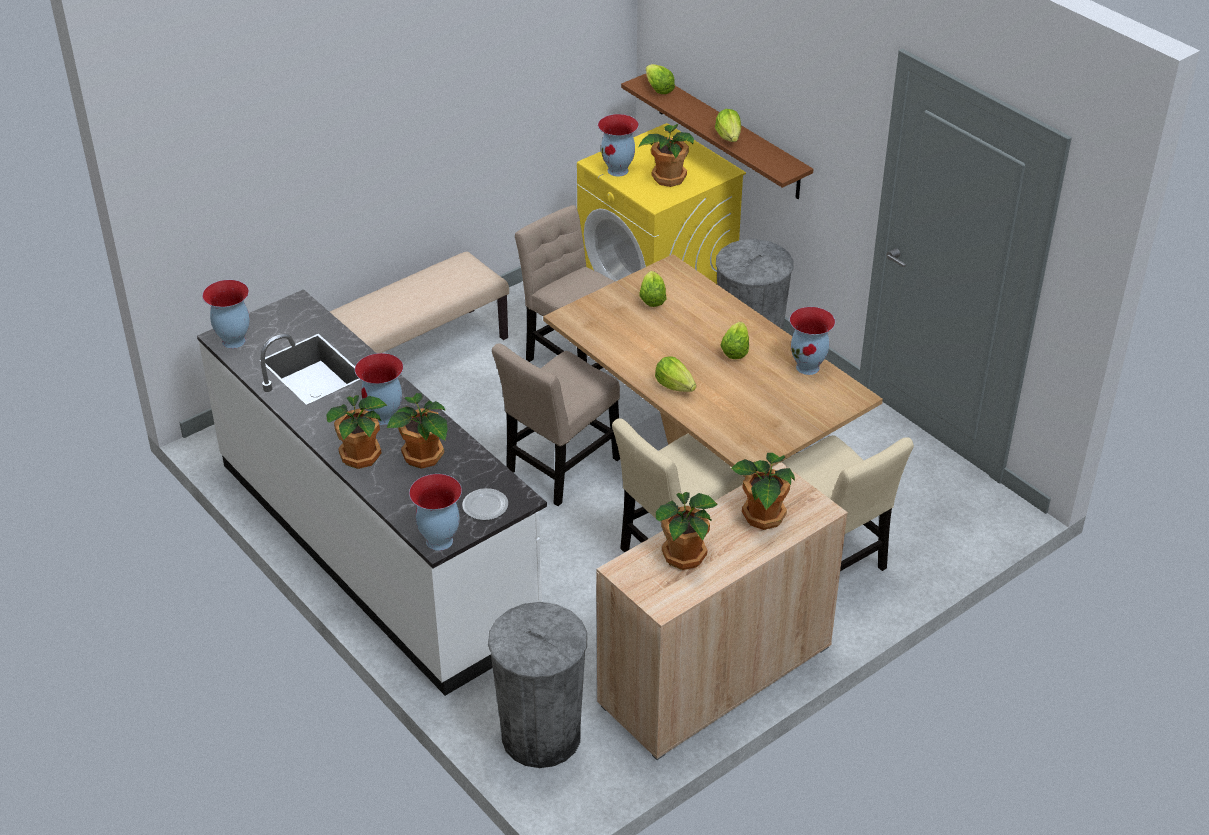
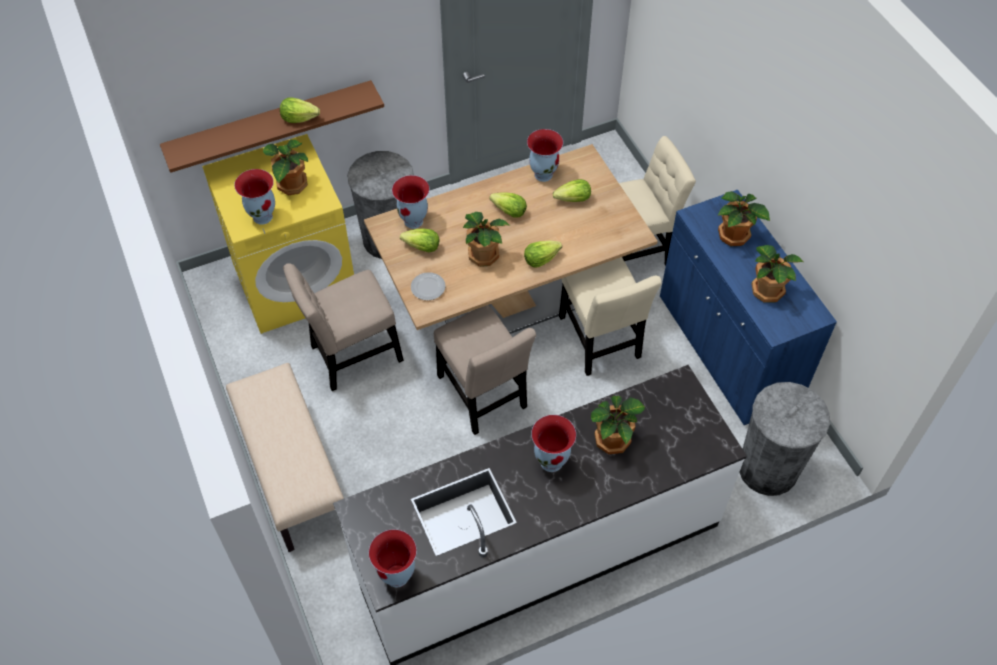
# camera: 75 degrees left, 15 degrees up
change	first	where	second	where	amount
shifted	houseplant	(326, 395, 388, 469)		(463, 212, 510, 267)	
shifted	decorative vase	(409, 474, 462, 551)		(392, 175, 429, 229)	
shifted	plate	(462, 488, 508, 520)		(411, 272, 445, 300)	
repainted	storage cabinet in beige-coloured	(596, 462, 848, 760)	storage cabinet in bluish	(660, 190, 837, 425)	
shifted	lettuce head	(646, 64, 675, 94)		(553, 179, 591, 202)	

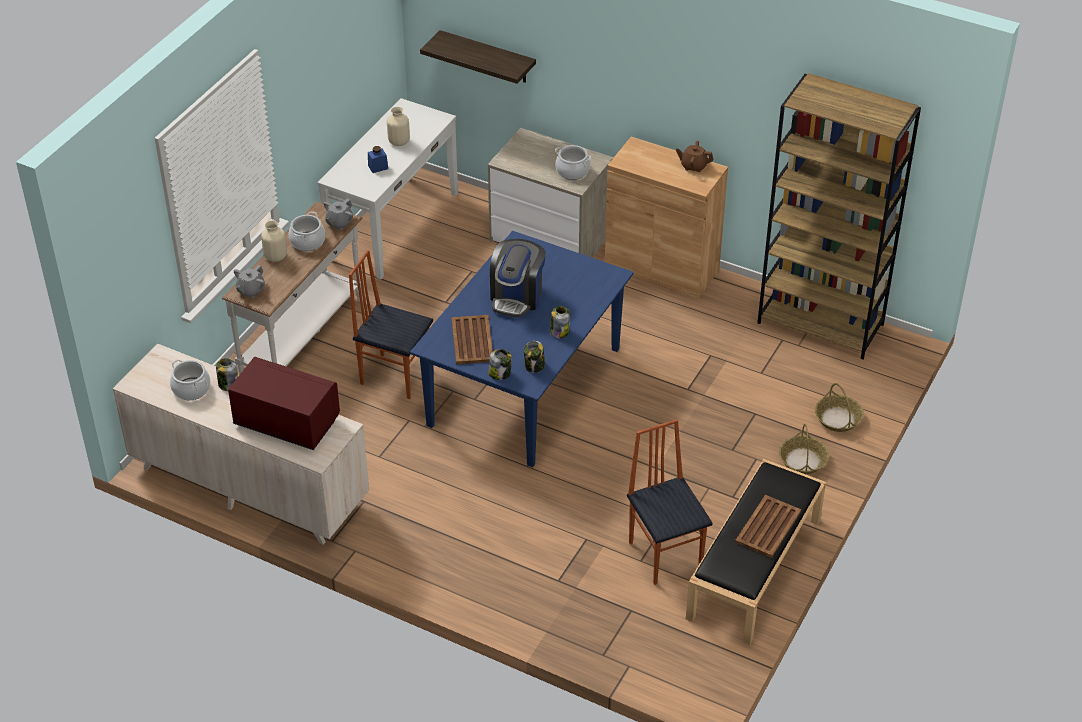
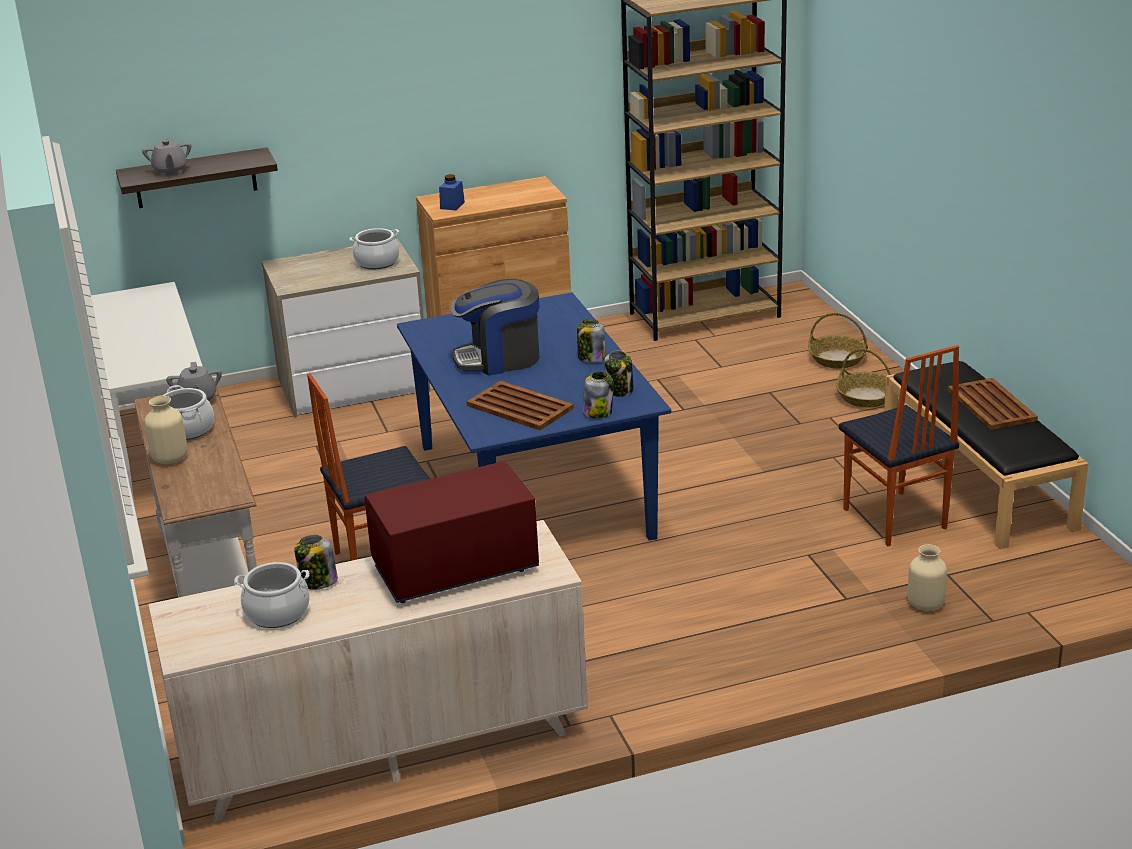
# camera: 45 degrees left, 15 degrees down
change	first	where	second	where	amount
shifted	pot for tea in grey	(234, 265, 265, 298)		(142, 138, 191, 176)	
shifted	preserve jar in bluish	(368, 146, 388, 173)		(439, 174, 465, 210)	
shifted	decorative vase in beige-coloured	(387, 107, 410, 146)		(908, 544, 947, 611)	
rotated	coffee machine	(490, 239, 546, 317)		(450, 279, 539, 376)	105 degrees clockwise
rotated	upright chair	(627, 419, 713, 585)		(839, 345, 959, 546)	135 degrees counterclockwise
gone	pot for tea in brown-coloured	(676, 141, 713, 172)			

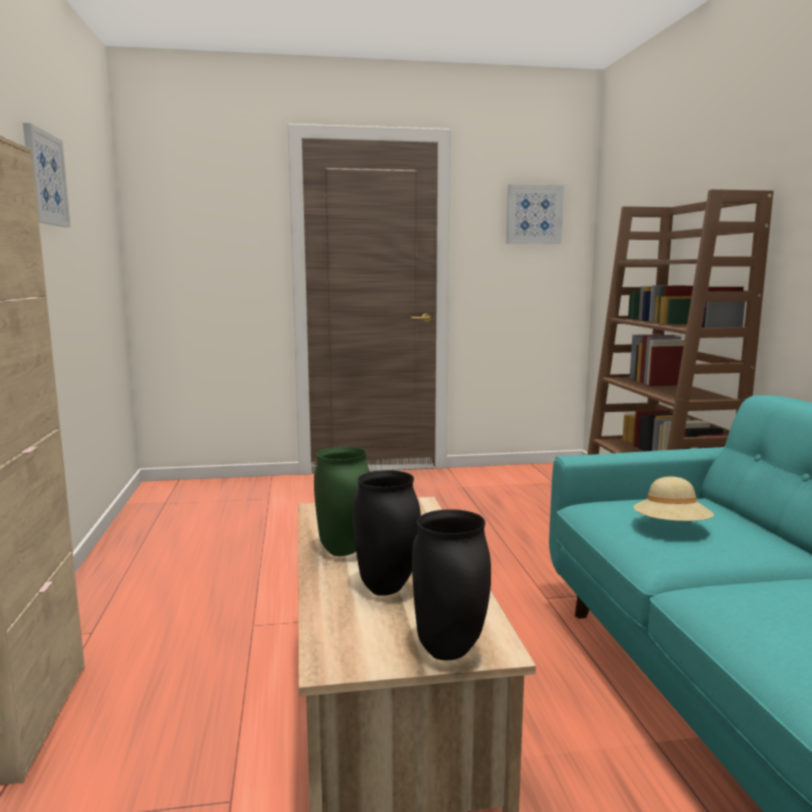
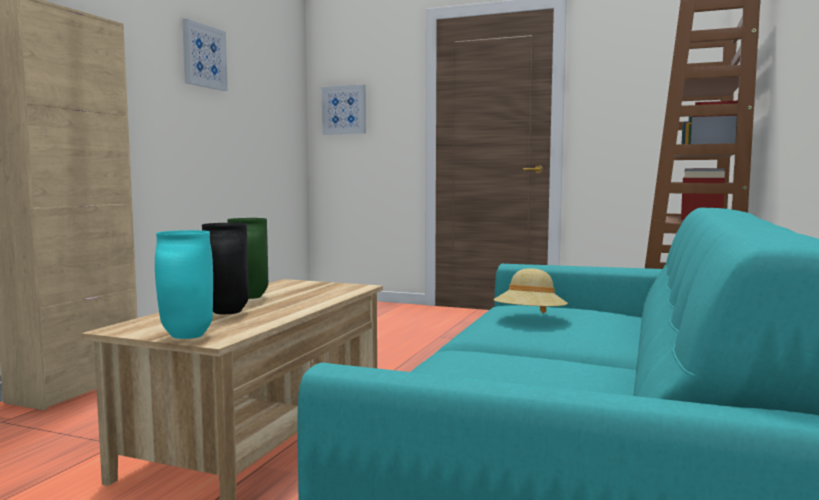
# camera: 30 degrees right, 5 degrees down
change	first	where	second	where	amount
repainted	decorative vase in black	(412, 509, 491, 660)	decorative vase in turquoise-coloured	(155, 230, 213, 339)	
shifted	picture	(506, 184, 564, 244)		(322, 85, 366, 135)	

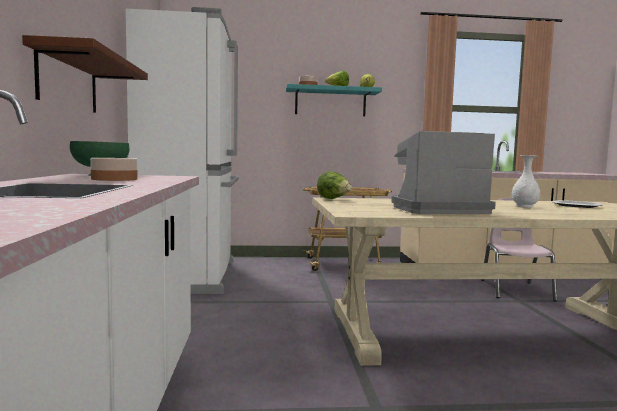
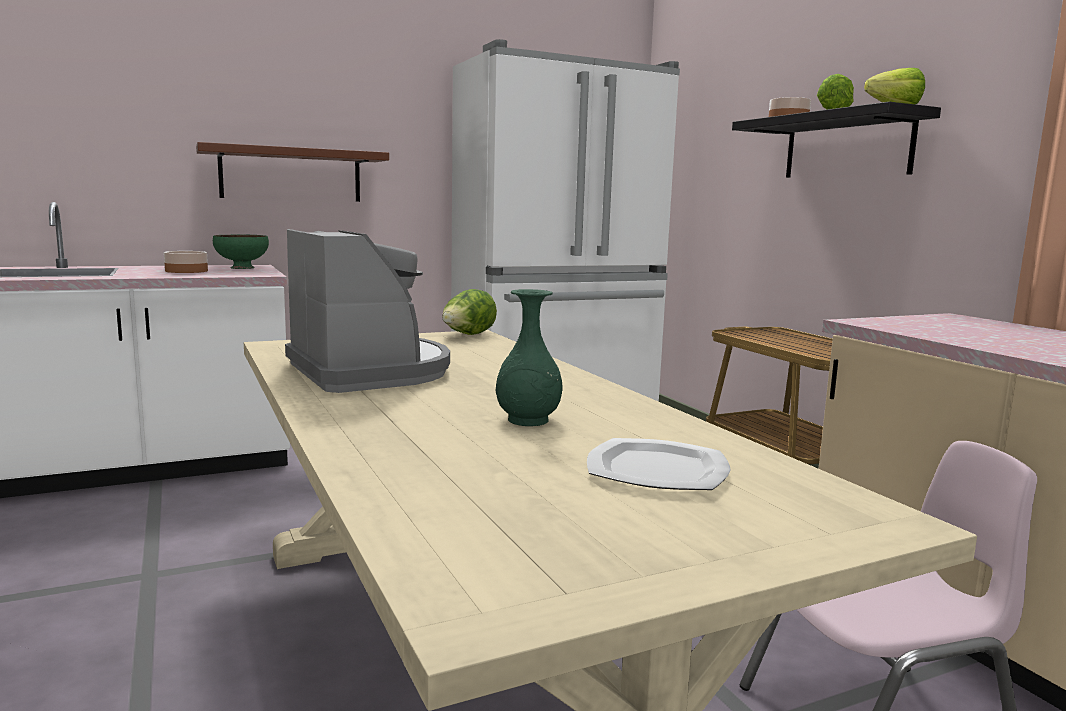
# camera: 70 degrees right, 5 degrees up
change	first	where	second	where	amount
repainted	bracket shelf in turquoise-coloured	(286, 84, 382, 116)	bracket shelf in black	(732, 102, 941, 178)	
repainted	decorative vase in white-coloured	(512, 155, 540, 208)	decorative vase in green-coloured	(496, 289, 563, 426)	

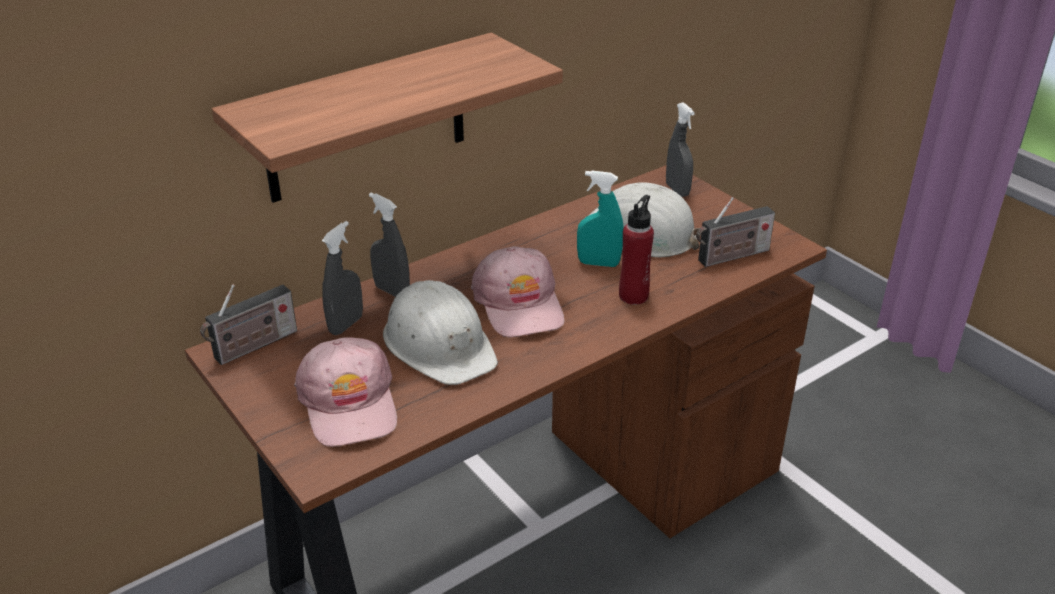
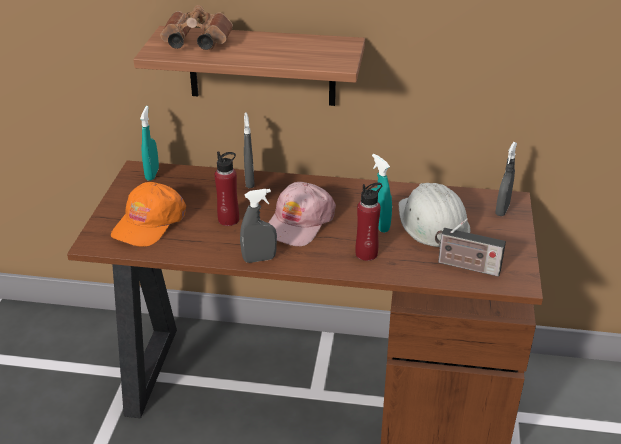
# camera: 45 degrees right, 0 degrees up
change	first	where	second	where	amount
swapped	radio	(200, 284, 297, 365)	hand sprayer in turquoise-coloured	(140, 106, 159, 181)	
repainted	peaked cap in pink-coloured	(294, 337, 397, 447)	peaked cap in orange-coloured	(111, 182, 186, 247)	
shifted	hand sprayer in grey	(322, 221, 363, 335)		(240, 189, 277, 263)	
swapped	hard hat in white-coloured	(383, 280, 498, 385)	drink bottle in red-coloured	(215, 151, 239, 226)	
new			field glasses in brown-coloured	(161, 5, 233, 50)	

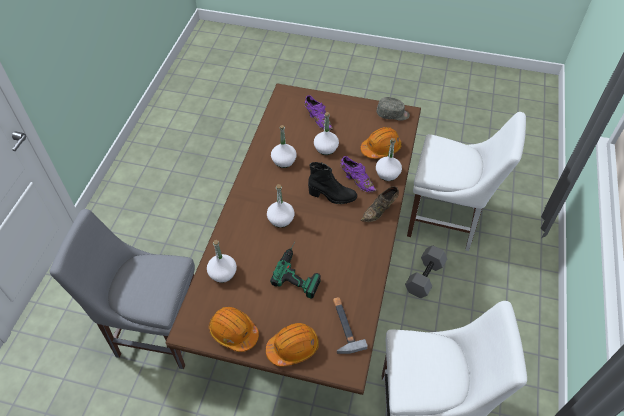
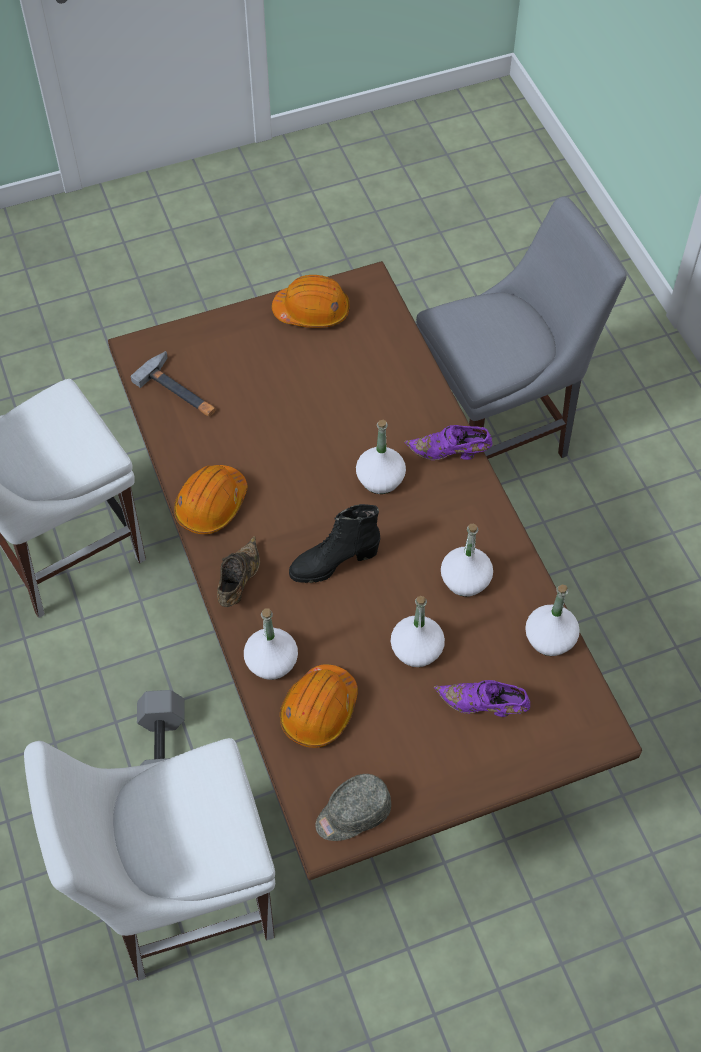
# camera: 145 degrees right, 5 degrees up
change	first	where	second	where	amount
shifted	drink bottle in white-coloured	(207, 240, 237, 283)		(525, 585, 580, 656)	
shifted	hard hat in orange-coloured	(266, 323, 319, 367)		(174, 465, 248, 534)	
gone	electric drill	(270, 242, 321, 299)			
shifted	item of footwear in purple	(340, 156, 377, 192)		(404, 425, 493, 460)	

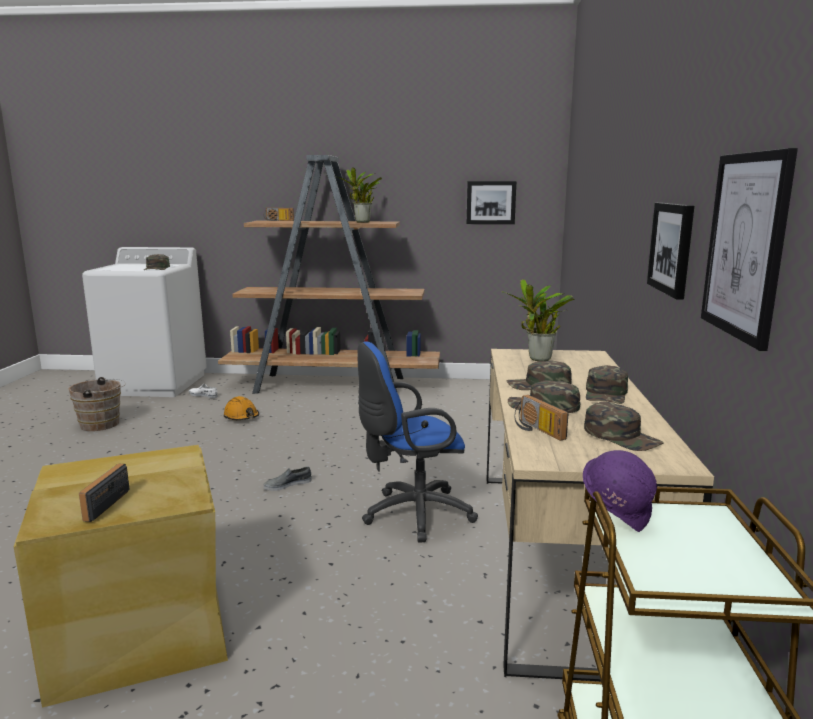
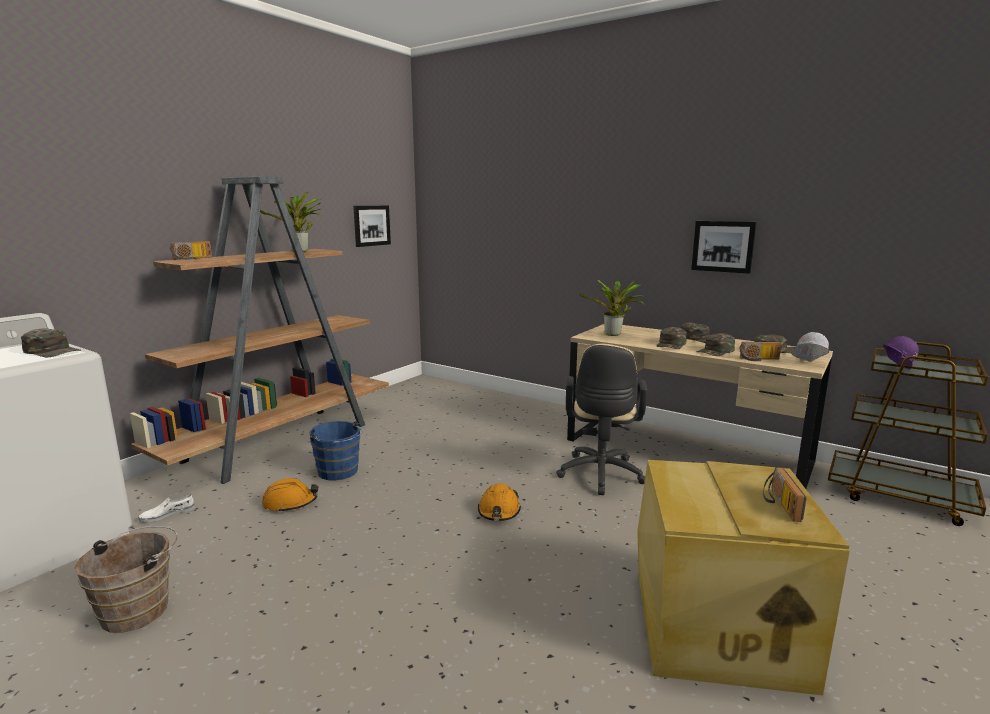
# camera: 60 degrees left, 0 degrees up
change	first	where	second	where	amount
rotated	radio	(79, 464, 130, 522)		(763, 467, 807, 522)	60 degrees clockwise
swapped	item of footwear in grey	(264, 466, 312, 491)	hard hat in orange-coloured	(478, 484, 521, 521)	
repainted	desk chair in bluish	(357, 341, 478, 542)	desk chair in beige-coloured	(556, 344, 647, 495)	
gone	picture	(701, 148, 798, 351)			
new			bucket in bluish	(309, 421, 363, 480)	
new			hard hat in white-coloured	(791, 332, 829, 361)	

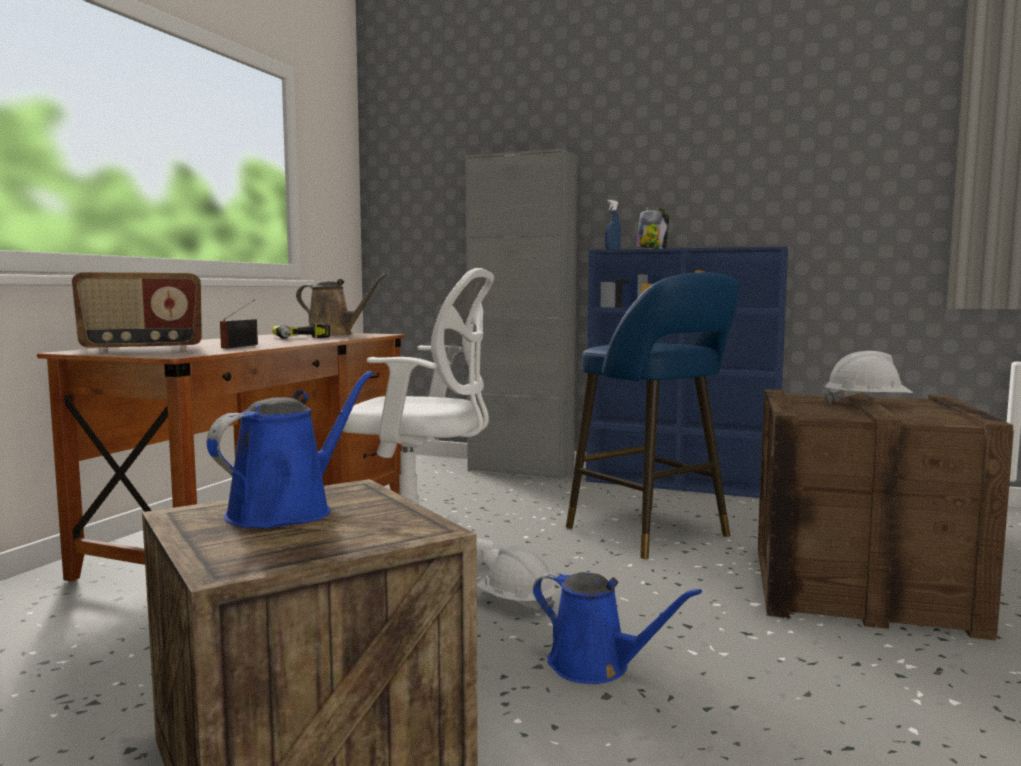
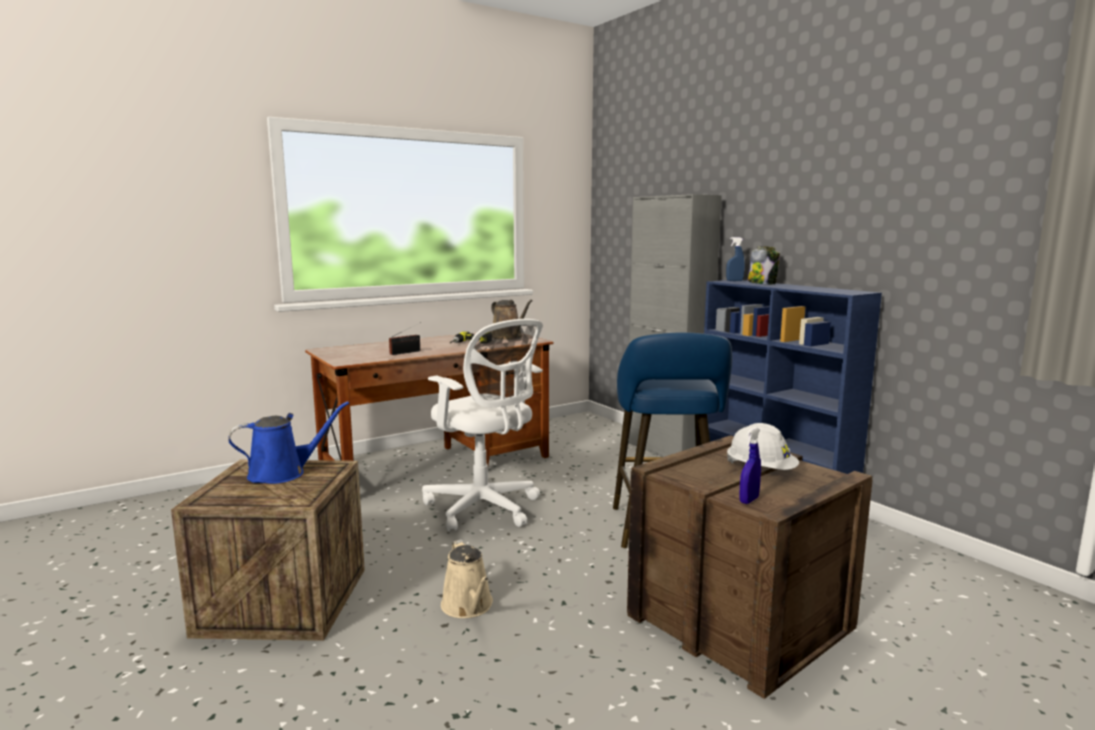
# camera: 35 degrees right, 5 degrees up
change	first	where	second	where	amount
gone	radio	(72, 272, 202, 353)			
gone	hard hat in white-coloured	(477, 546, 556, 610)			
repainted	watering can in bluish	(533, 571, 702, 684)	watering can in beige-coloured	(441, 539, 493, 618)	
new			hand sprayer in bluish	(739, 427, 761, 504)	

